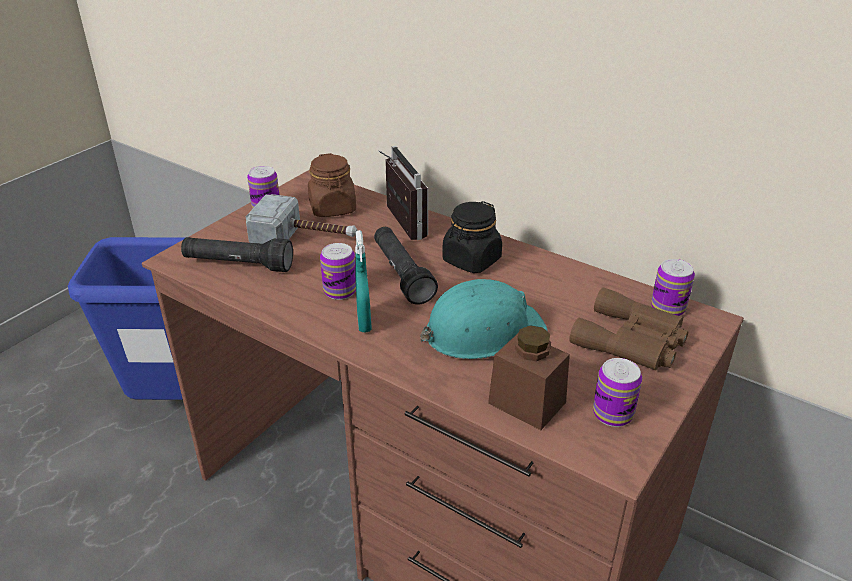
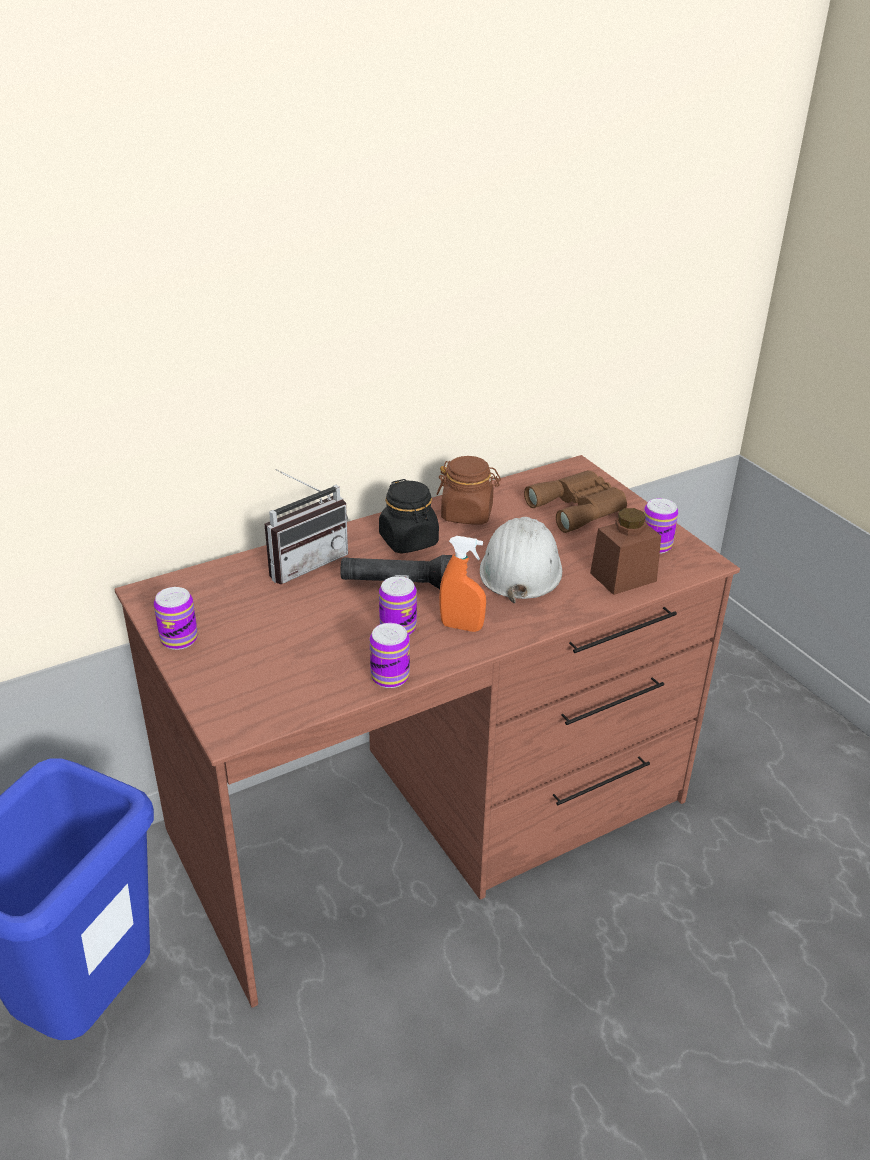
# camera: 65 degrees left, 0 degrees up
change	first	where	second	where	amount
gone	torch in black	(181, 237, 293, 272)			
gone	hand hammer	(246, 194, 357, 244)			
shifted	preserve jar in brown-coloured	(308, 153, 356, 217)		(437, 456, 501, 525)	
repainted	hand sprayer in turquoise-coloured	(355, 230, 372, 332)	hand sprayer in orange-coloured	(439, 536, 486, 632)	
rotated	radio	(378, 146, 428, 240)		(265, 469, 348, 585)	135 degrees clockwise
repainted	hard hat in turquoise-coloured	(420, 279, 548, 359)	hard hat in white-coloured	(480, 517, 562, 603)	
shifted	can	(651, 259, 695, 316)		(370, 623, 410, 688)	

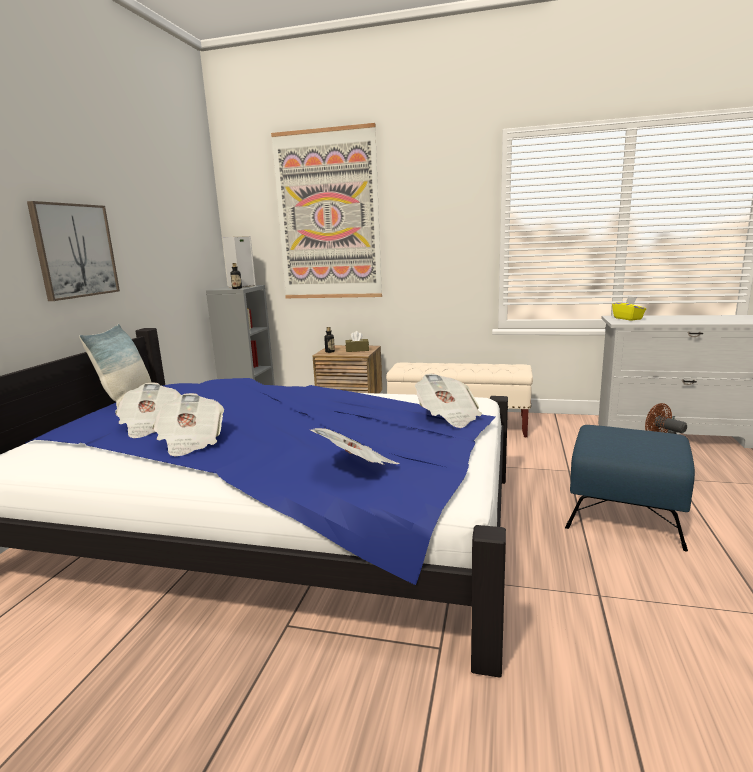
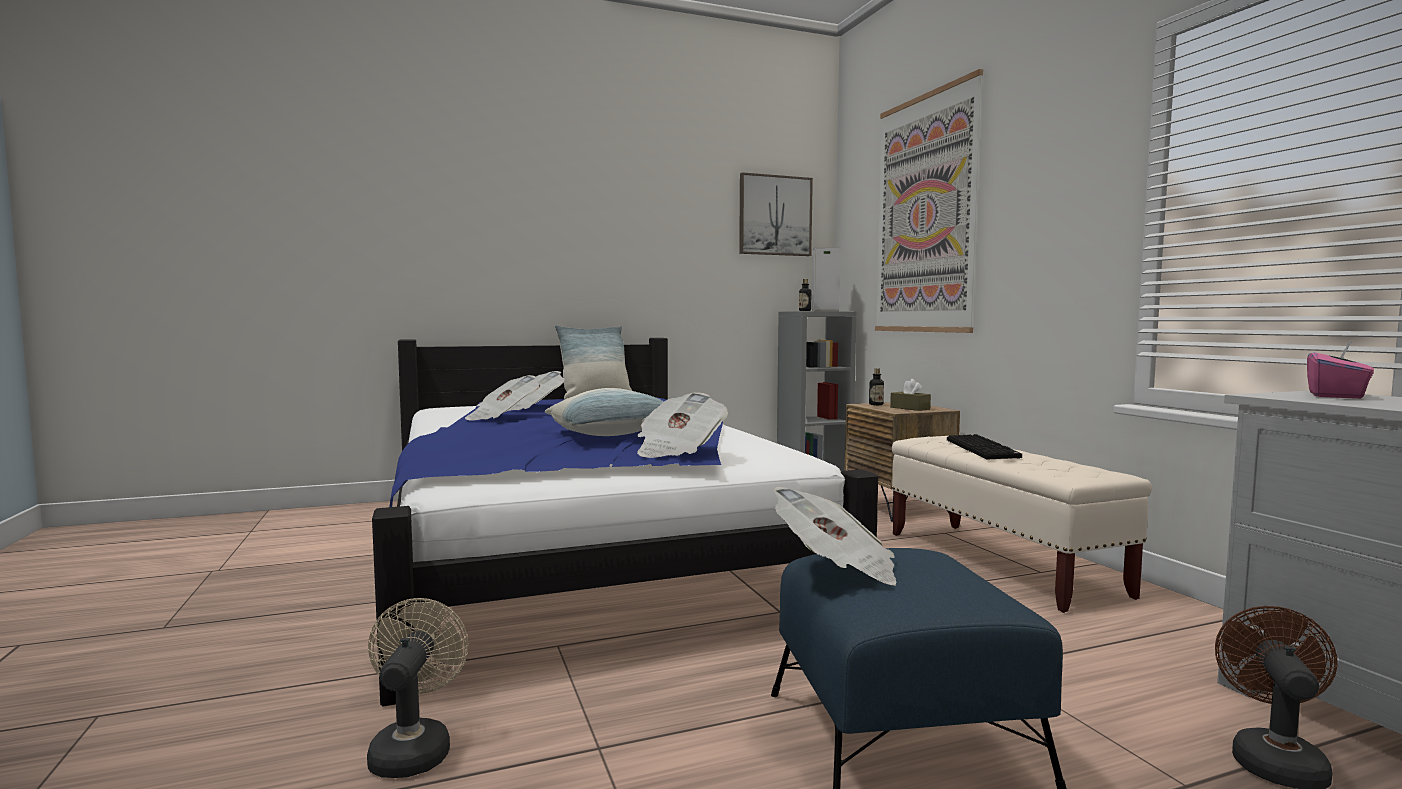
# camera: 55 degrees right, 10 degrees down
change	first	where	second	where	amount
shifted	picture	(27, 201, 120, 301)		(739, 172, 813, 256)	
shifted	newspaper	(310, 428, 400, 465)		(774, 487, 896, 585)	
repainted	tissue box in yellow-coloured	(612, 296, 646, 321)	tissue box in pink-coloured	(1307, 341, 1374, 399)	
new			cooling fan in beige-coloured	(367, 598, 468, 778)	
new			cushion	(545, 388, 664, 436)	
new			keyboard	(947, 434, 1022, 459)	

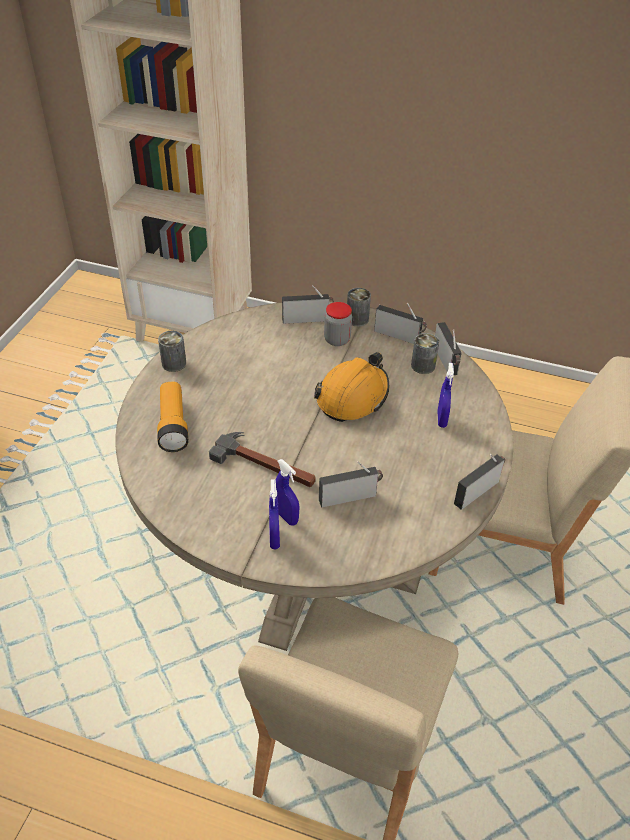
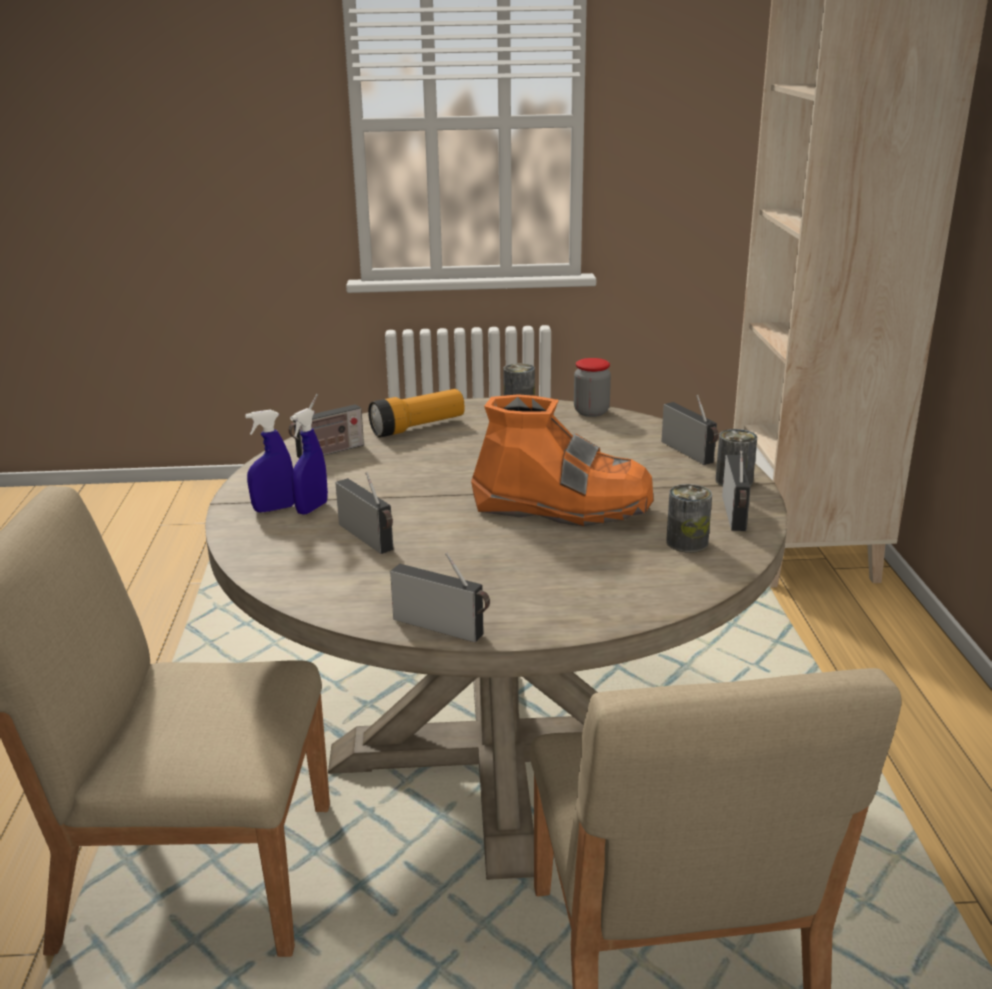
# camera: 70 degrees right, 20 degrees down
change	first	where	second	where	amount
gone	hand hammer	(209, 432, 316, 487)			
swapped	hard hat in orange-coloured	(314, 352, 389, 422)	boot in orange-coloured	(471, 394, 654, 526)	
shifted	preserve jar	(324, 302, 352, 346)		(574, 358, 611, 417)	
shifted	radio	(435, 322, 462, 375)		(288, 394, 364, 458)	
gone	hand sprayer in bluish	(437, 363, 454, 428)			

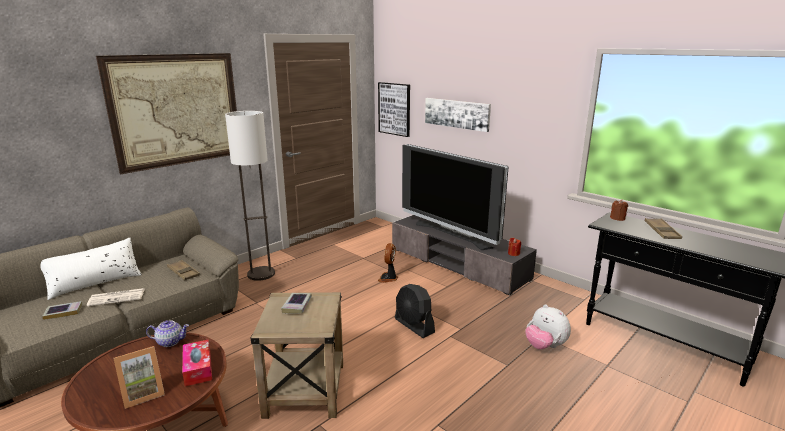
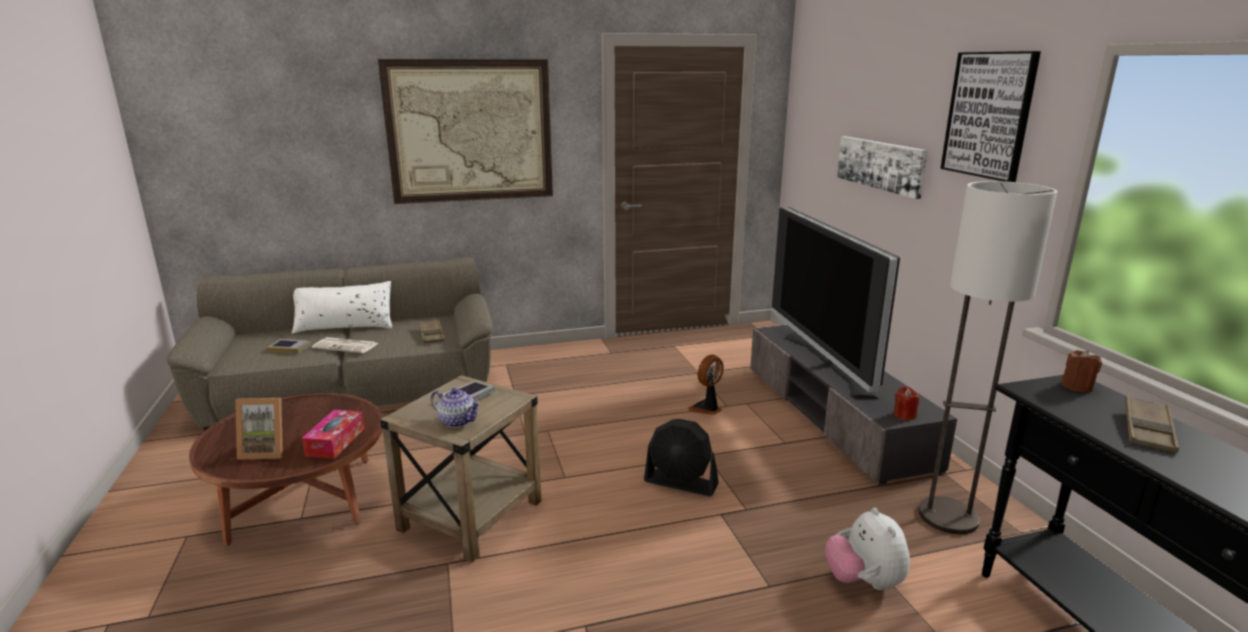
# camera: 30 degrees right, 0 degrees up
change	first	where	second	where	amount
shifted	pot for tea	(146, 320, 189, 347)		(431, 388, 481, 428)	
shifted	floor lamp	(225, 111, 275, 281)		(918, 181, 1057, 534)	
shifted	picture	(378, 82, 410, 137)		(940, 51, 1041, 182)	
rotated	cooling fan in black	(395, 284, 435, 338)		(644, 419, 719, 496)	60 degrees counterclockwise

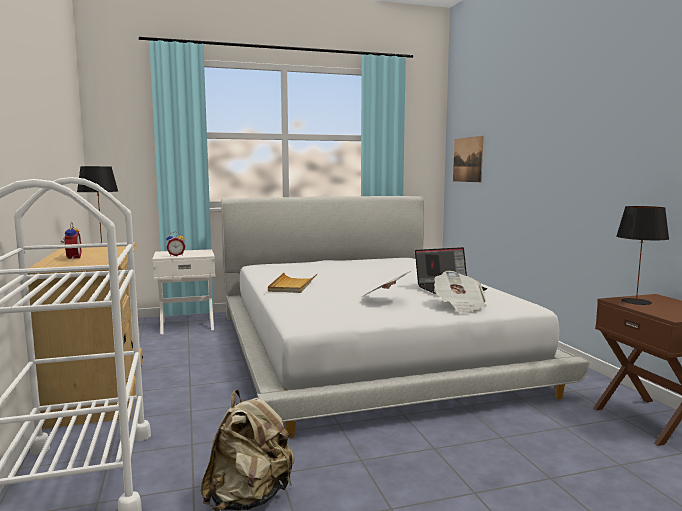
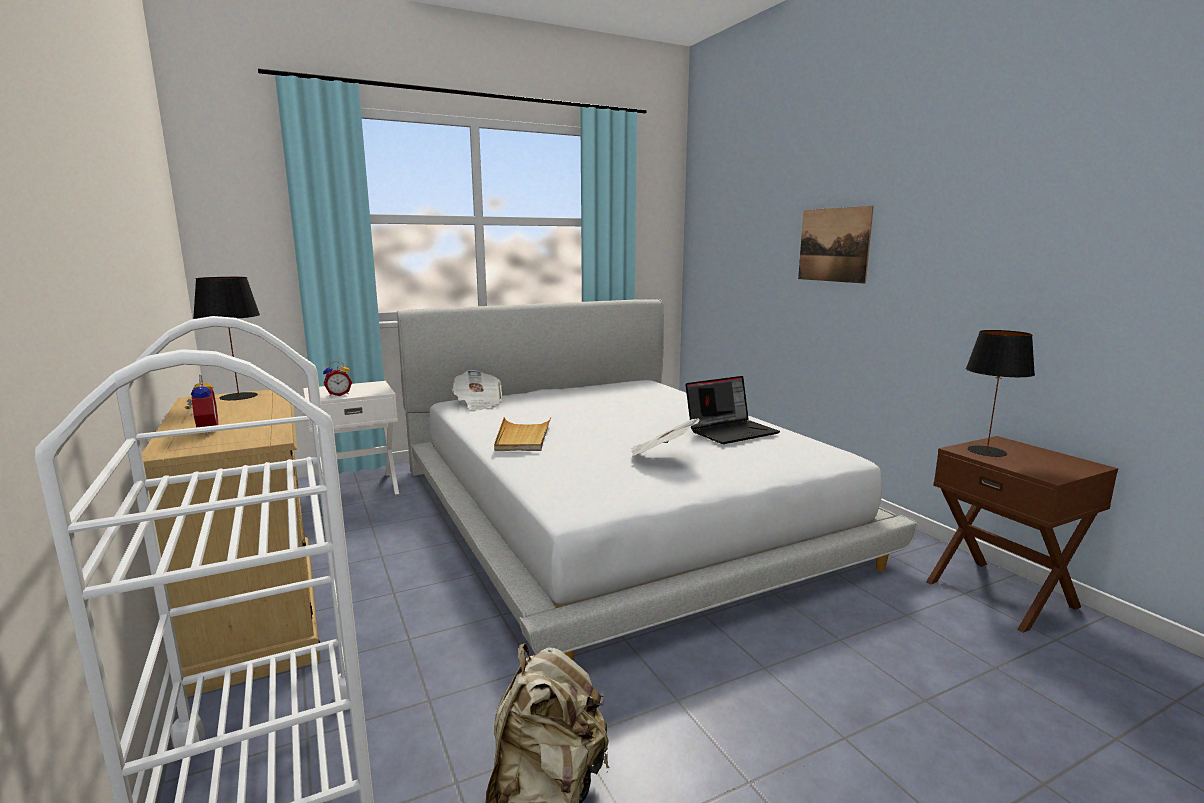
# camera: 10 degrees left, 5 degrees up
change	first	where	second	where	amount
shifted	newspaper	(434, 271, 487, 313)		(452, 370, 502, 411)	
shifted	picture	(453, 136, 483, 182)		(798, 206, 874, 284)	

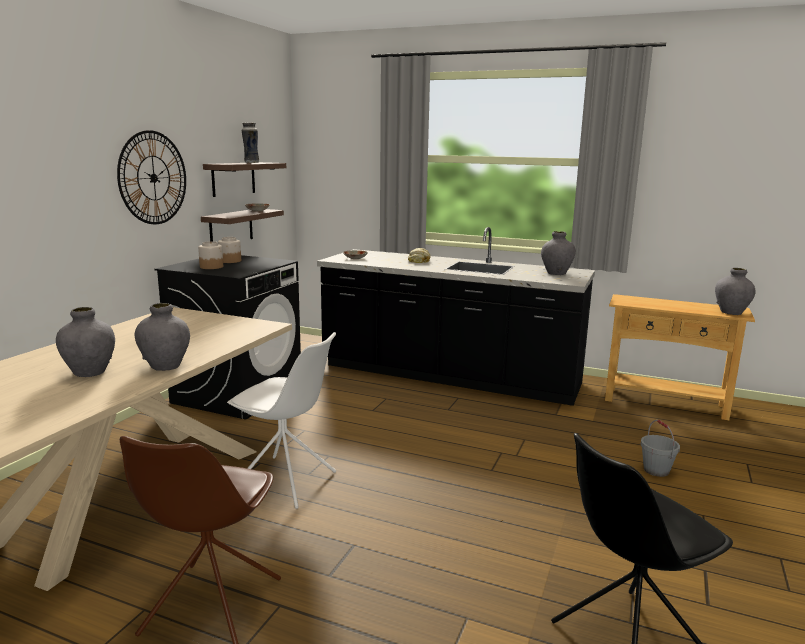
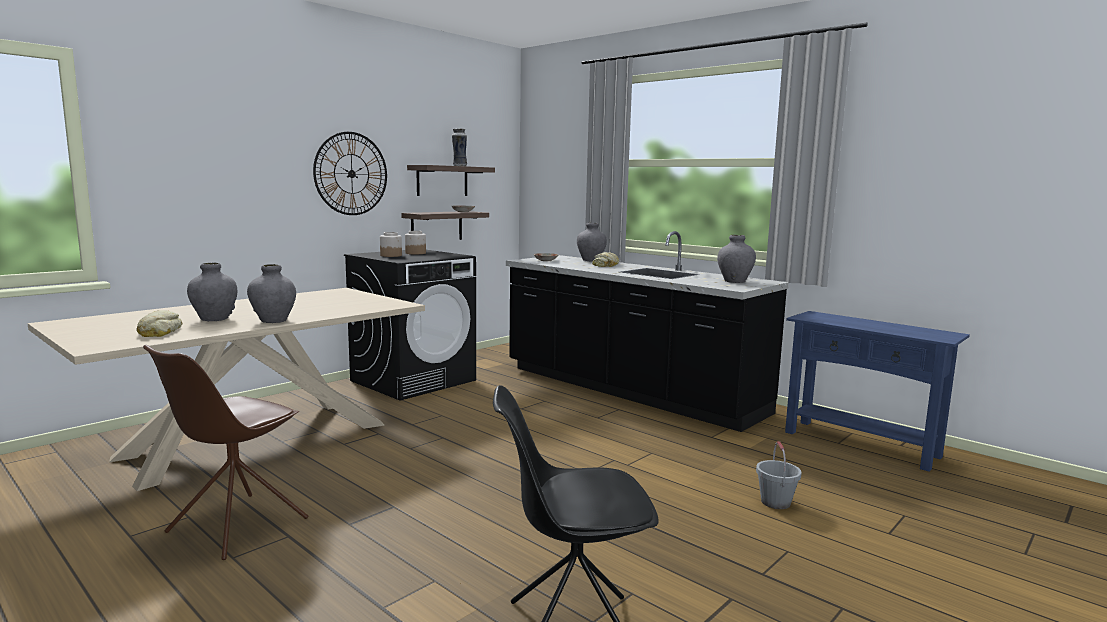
# camera: 20 degrees right, 5 degrees down
change	first	where	second	where	amount
gone	upright chair in white-coloured	(227, 332, 336, 509)			
repainted	hall table in beige-coloured	(605, 294, 755, 420)	hall table in bluish	(785, 311, 970, 472)	
shifted	decorative vase in grey	(715, 268, 755, 315)		(577, 223, 607, 261)	
new			baked bread	(136, 310, 182, 337)	

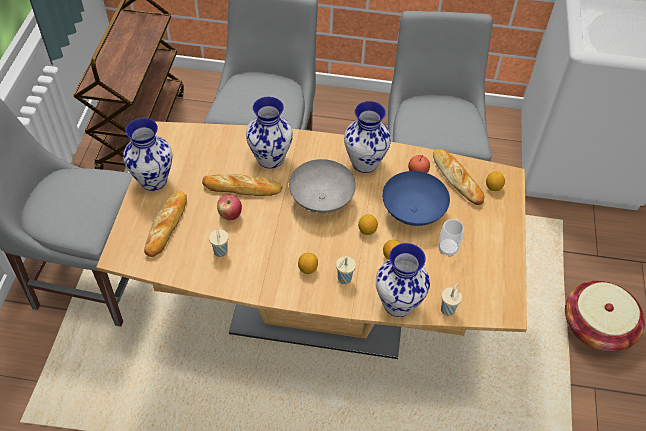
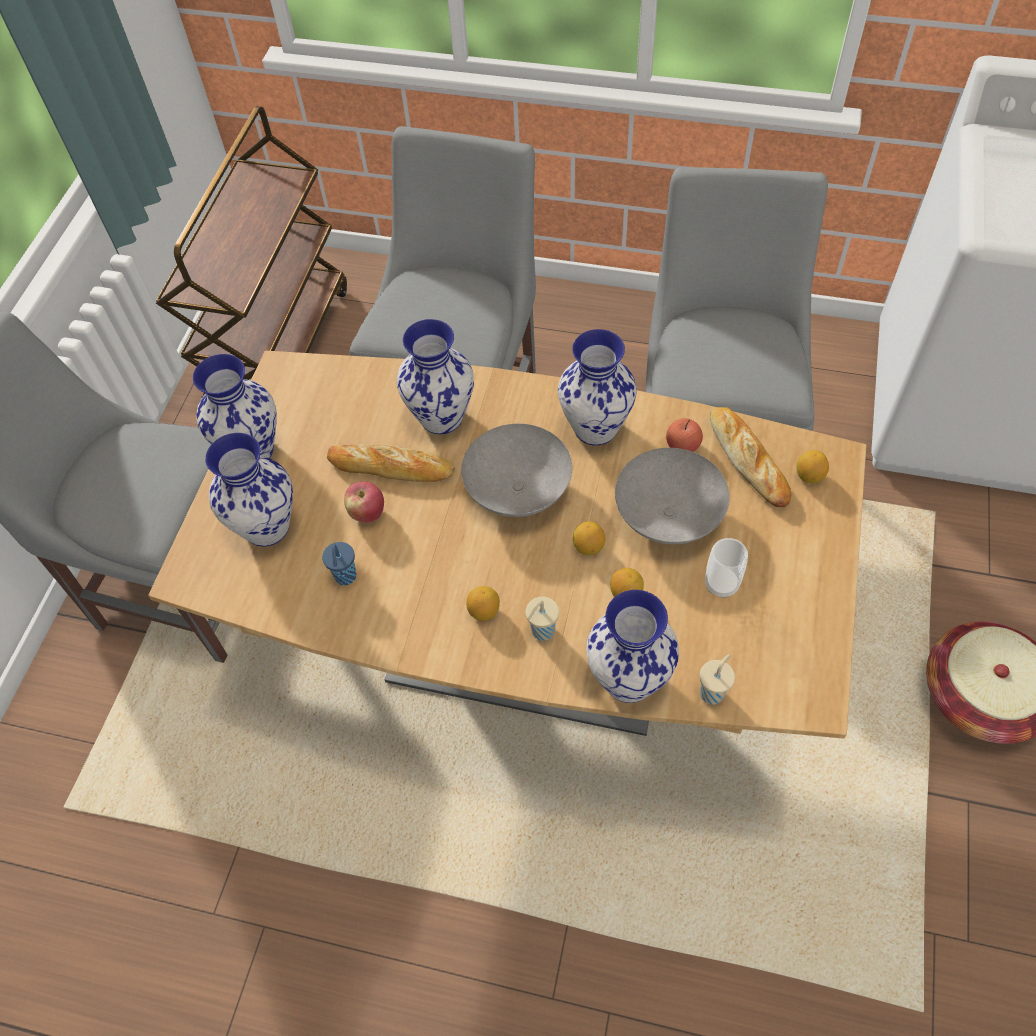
# camera: 10 degrees right, 5 degrees up
change	first	where	second	where	amount
swapped	baked bread	(144, 190, 187, 257)	decorative vase	(205, 433, 293, 547)	
repainted	cup in beige-coloured	(209, 229, 229, 257)	cup in bluish	(322, 542, 356, 585)	
repainted	bowl in bluish	(382, 171, 450, 226)	bowl in grey	(615, 448, 730, 544)	

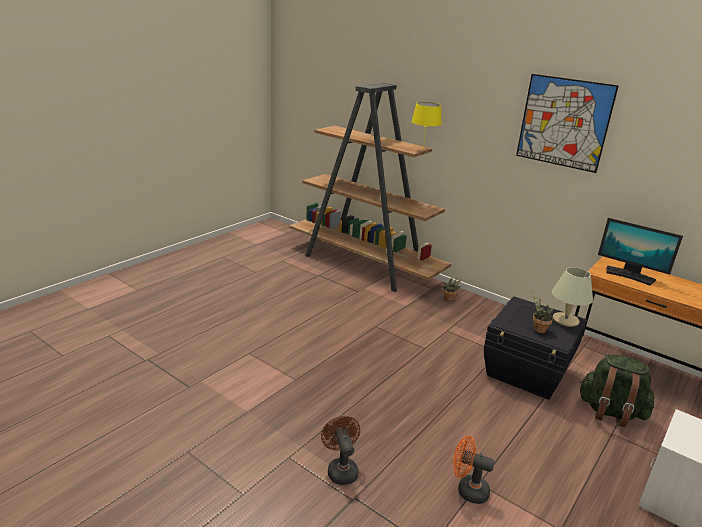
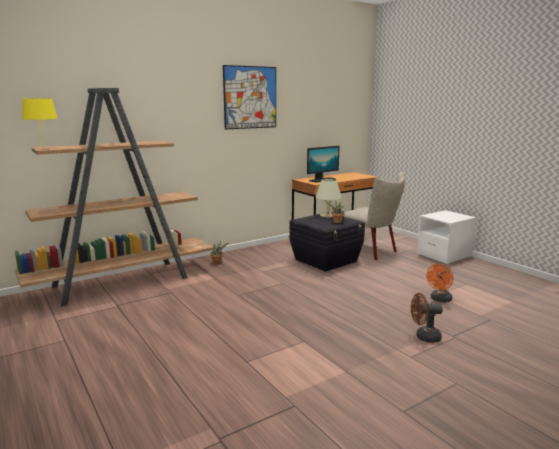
# camera: 70 degrees left, 10 degrees down
change	first	where	second	where	amount
shifted	table lamp in yellow-coloured	(411, 102, 442, 150)		(22, 99, 58, 146)	
swapped	knapsack in green-coloured	(580, 355, 655, 427)	upright chair in beige-coloured	(343, 172, 405, 260)	

